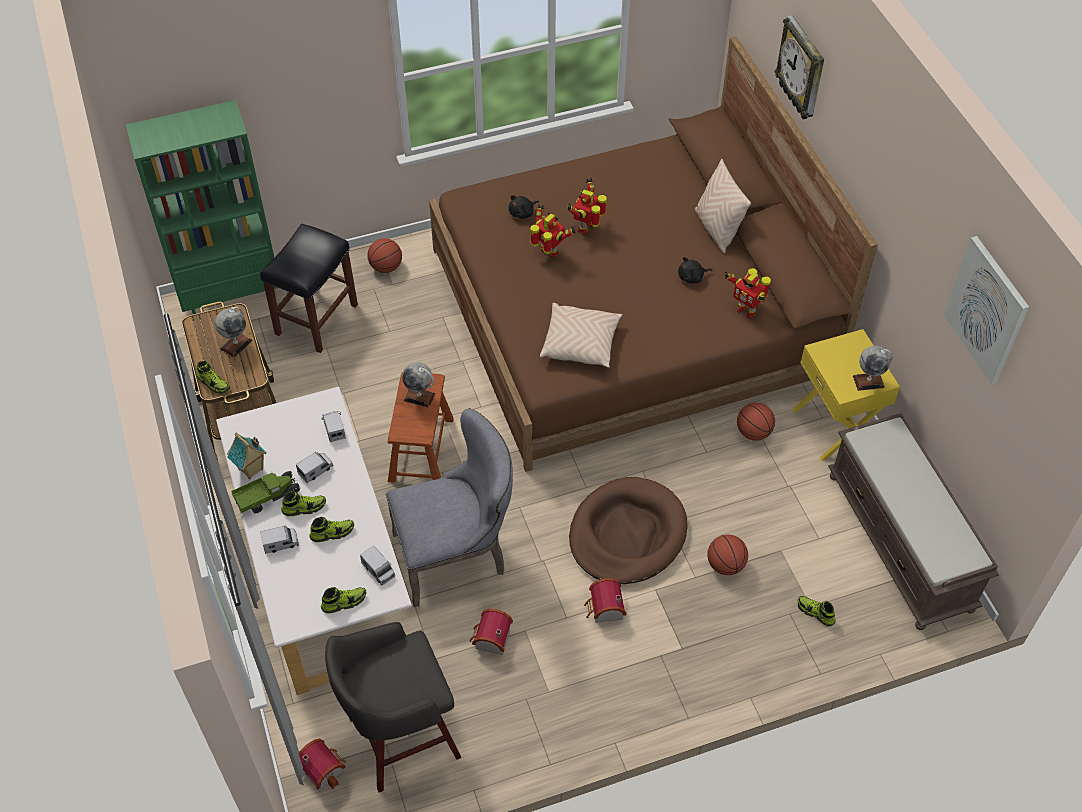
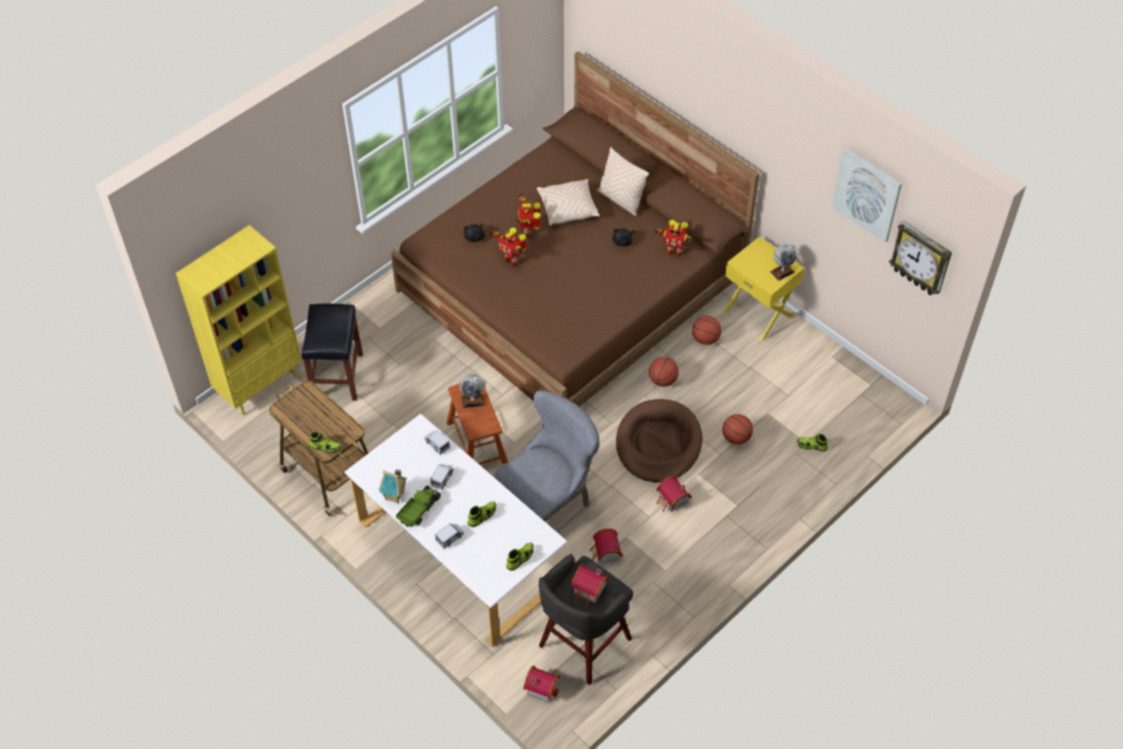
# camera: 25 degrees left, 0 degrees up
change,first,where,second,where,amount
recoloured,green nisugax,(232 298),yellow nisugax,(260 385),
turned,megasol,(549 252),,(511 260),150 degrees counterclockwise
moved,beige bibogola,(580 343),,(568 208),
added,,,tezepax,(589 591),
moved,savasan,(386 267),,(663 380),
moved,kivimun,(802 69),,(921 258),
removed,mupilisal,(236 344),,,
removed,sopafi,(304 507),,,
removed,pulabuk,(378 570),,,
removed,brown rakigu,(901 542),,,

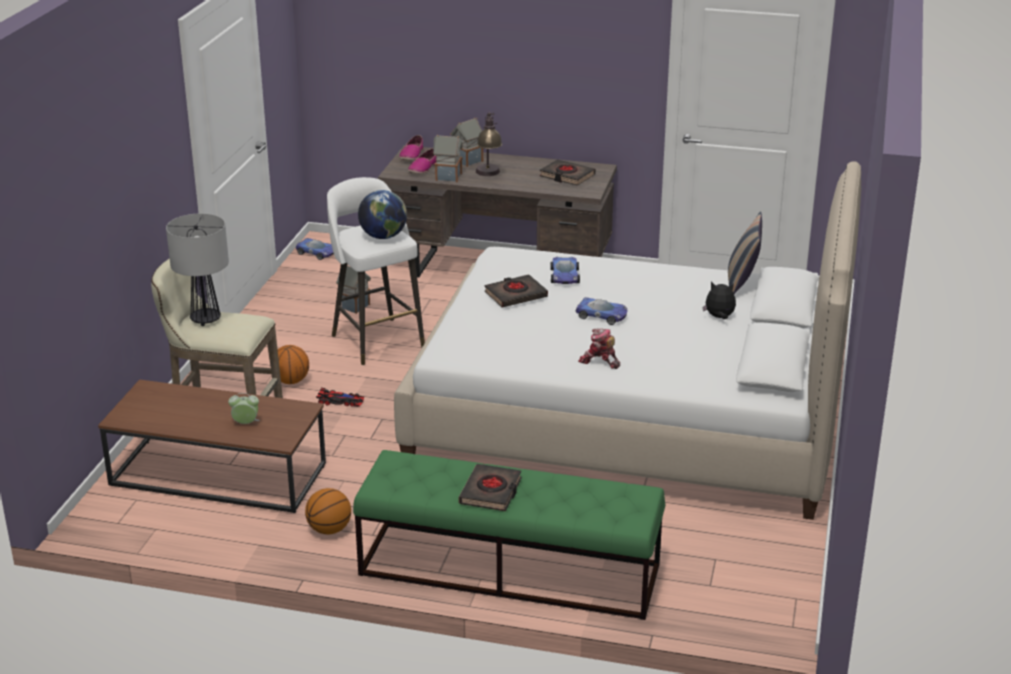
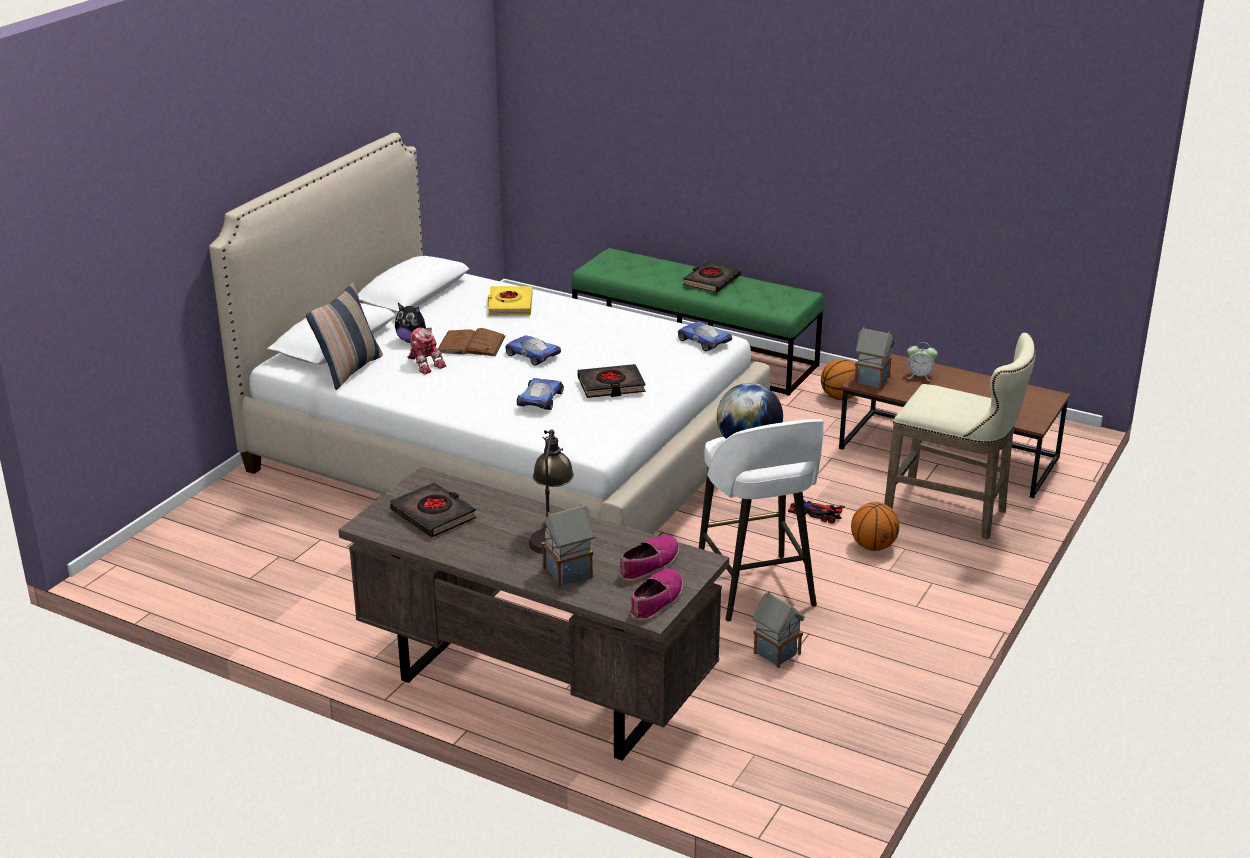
# camera: 165 degrees left, 0 degrees up
change,first,where,second,where,amount
moved,megasol,(599 361),,(425 364),
added,,,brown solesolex,(471 344),
added,,,yellow solesolex,(510 305),
moved,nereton,(317 253),,(703 340),
moved,tezepax,(448 177),,(873 380),
removed,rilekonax,(206 319),,,

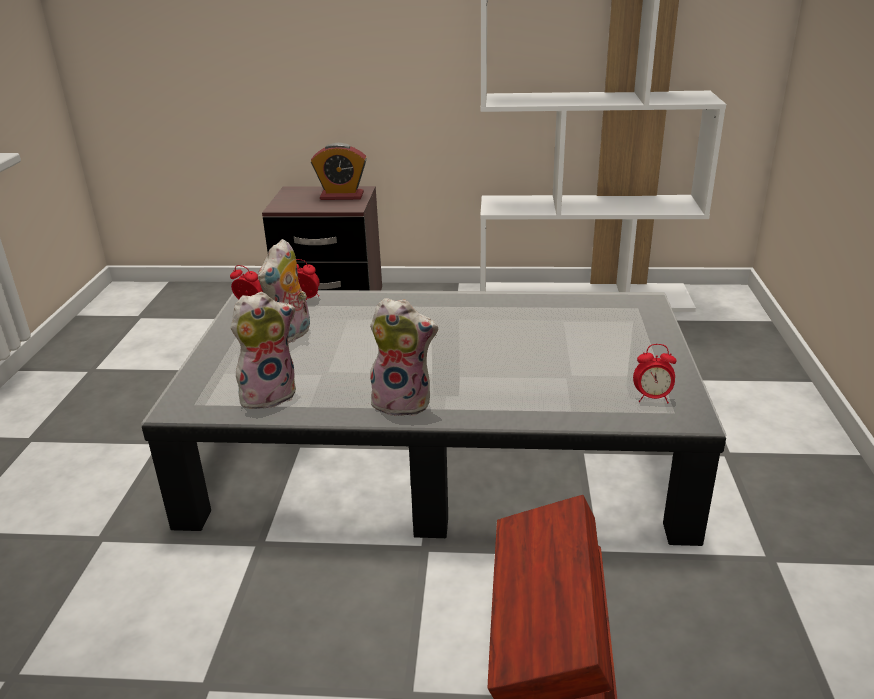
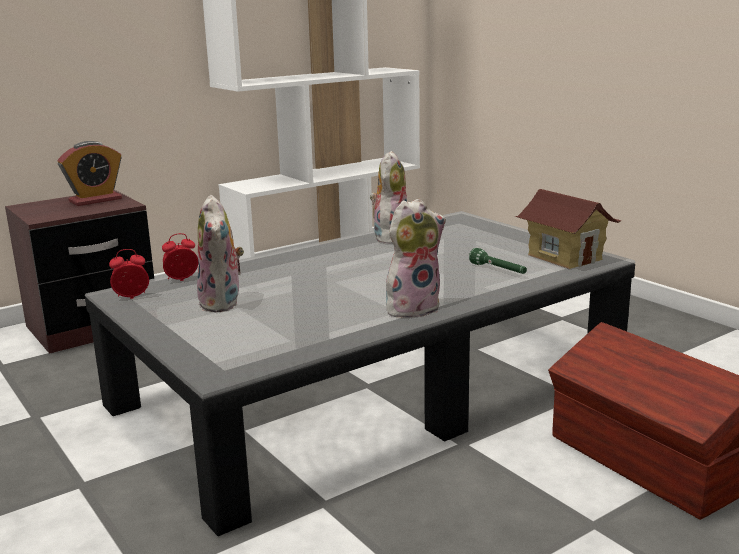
# camera: 40 degrees left, 10 degrees down
change,first,where,second,where,amount
moved,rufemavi,(269 394),,(390 237),
added,,,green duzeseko,(498 270),
replaced,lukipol,(652 398),tezepax,(565 257),

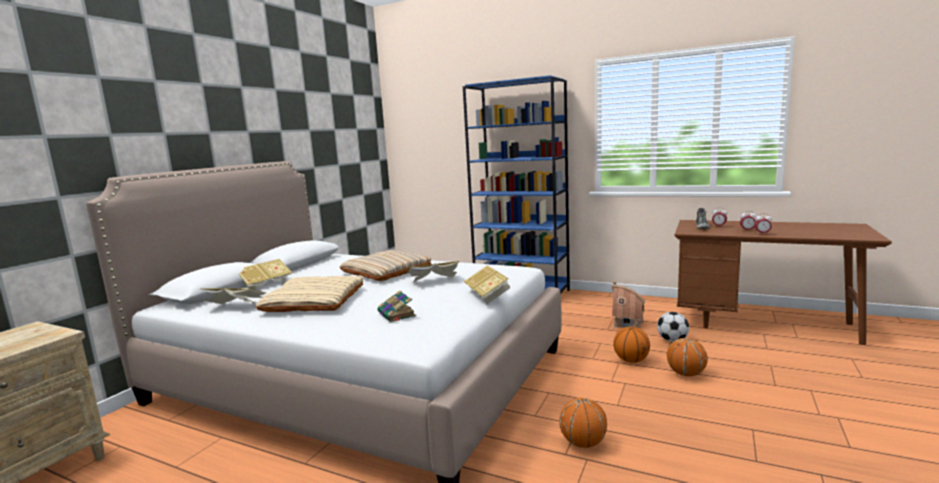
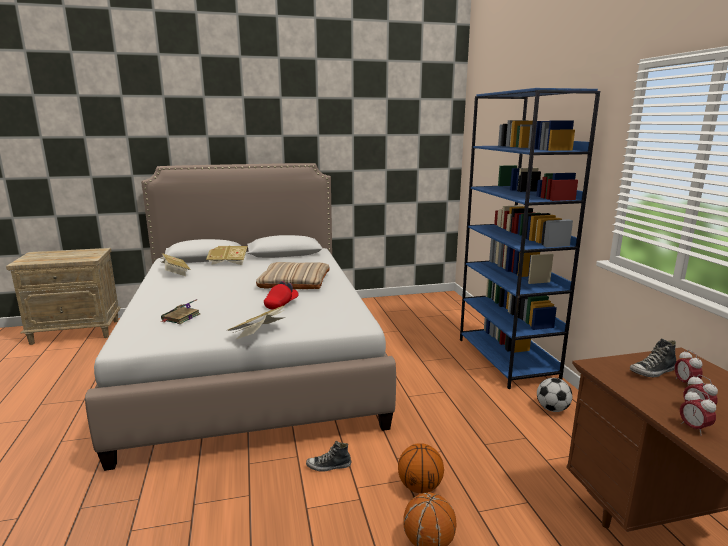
# camera: 50 degrees right, 5 degrees up
change,first,where,second,where,amount
replaced,solesolex,(434 282),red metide,(281 304),
added,,,sopafi,(328 466),
moved,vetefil,(672 340),,(552 409),
removed,beige bibogola,(314 301),,,
removed,savasan,(583 443),,,
removed,tezepax,(627 324),,,

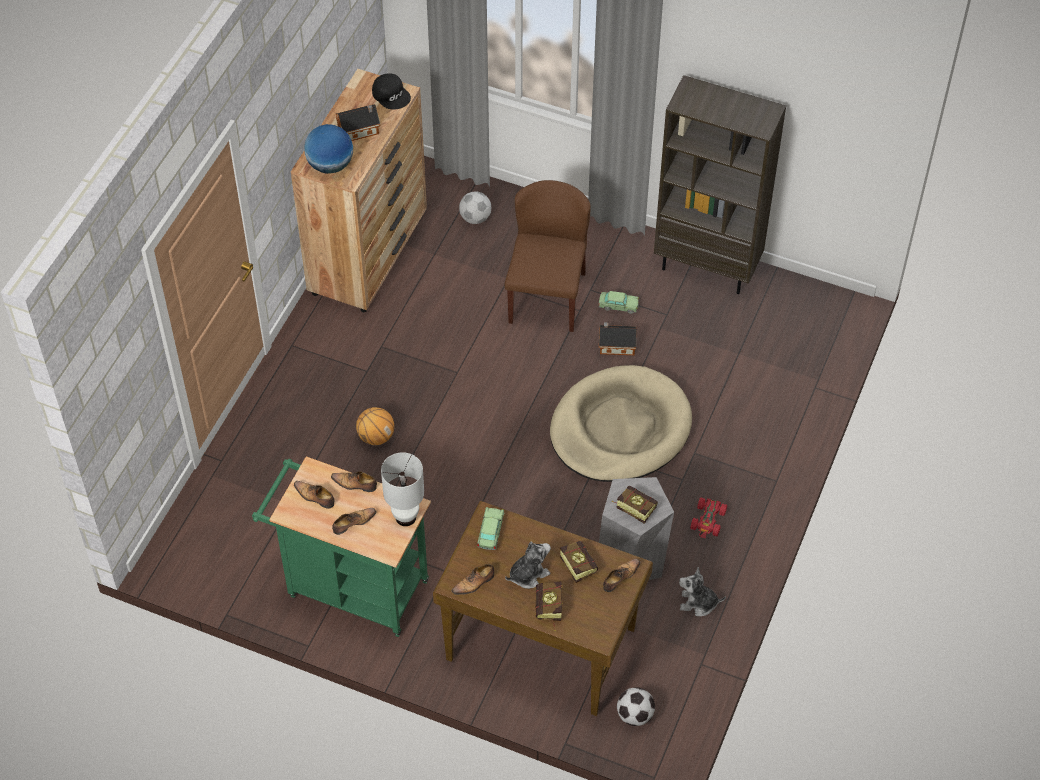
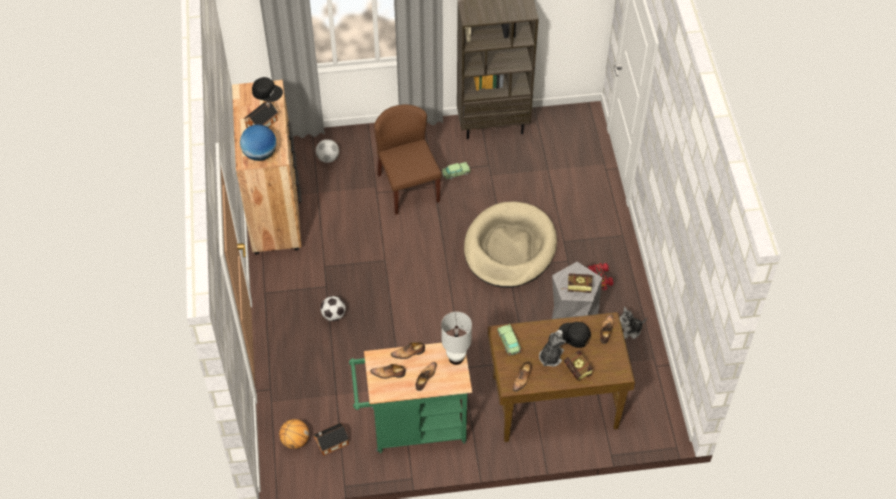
# camera: 30 degrees left, 0 degrees up
change,first,where,second,where,amount
moved,savasan,(376 437),,(295 441),
moved,tezepax,(615 345),,(330 443),
moved,vetefil,(634 715),,(333 315),
replaced,solesolex,(576 563),black metide,(574 335),

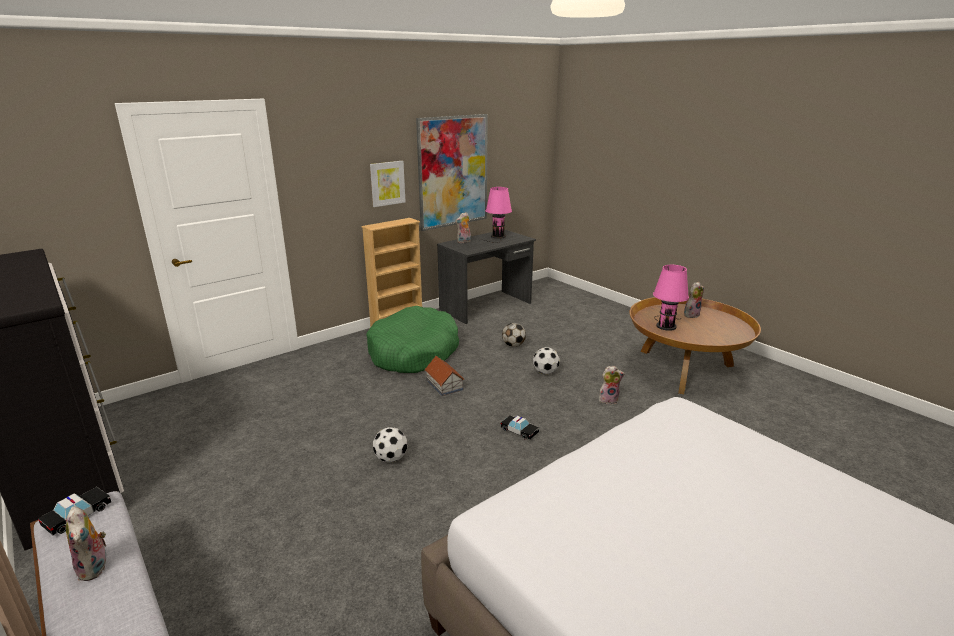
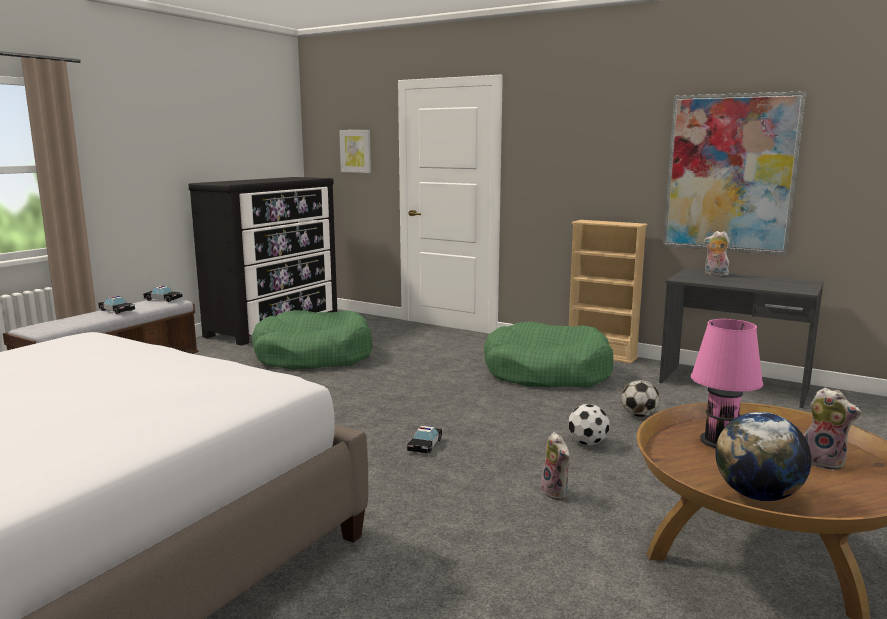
# camera: 70 degrees right, 10 degrees down
change,first,where,second,where,amount
replaced,rufemavi,(95 567),nereton,(117 310),
added,,,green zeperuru,(313 356),
moved,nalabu,(387 183),,(356 151),
added,,,mupilisal,(757 495),
removed,vetefil,(391 458),,,
removed,tezepax,(444 385),,,
removed,pink rilekonax,(497 237),,,

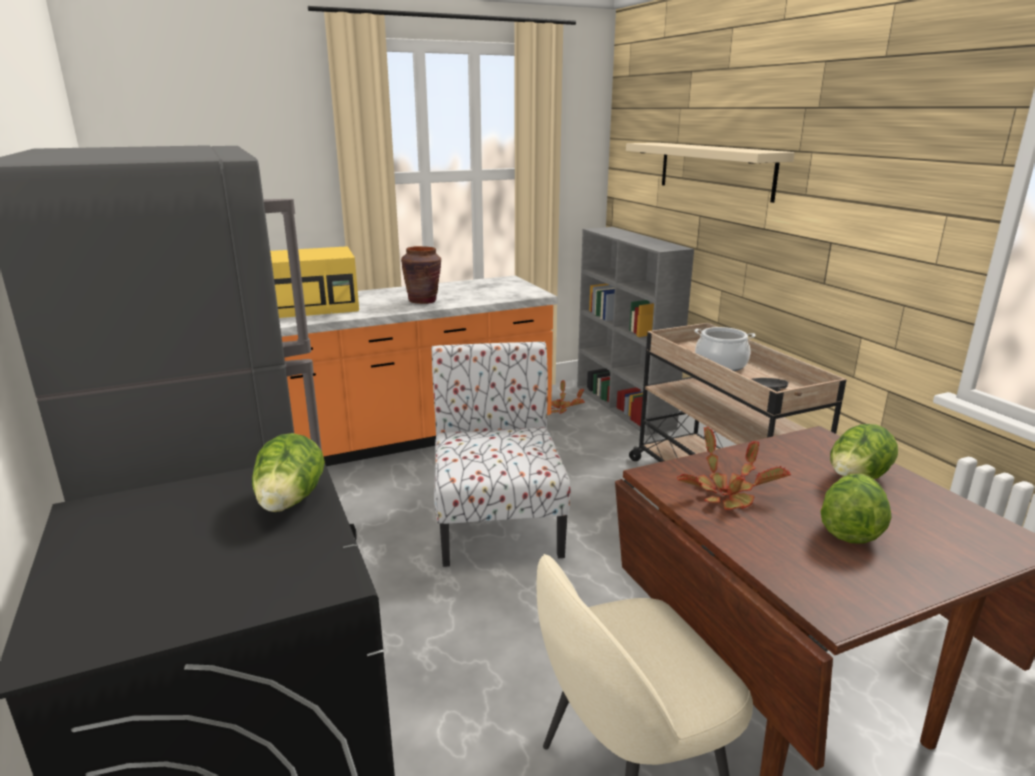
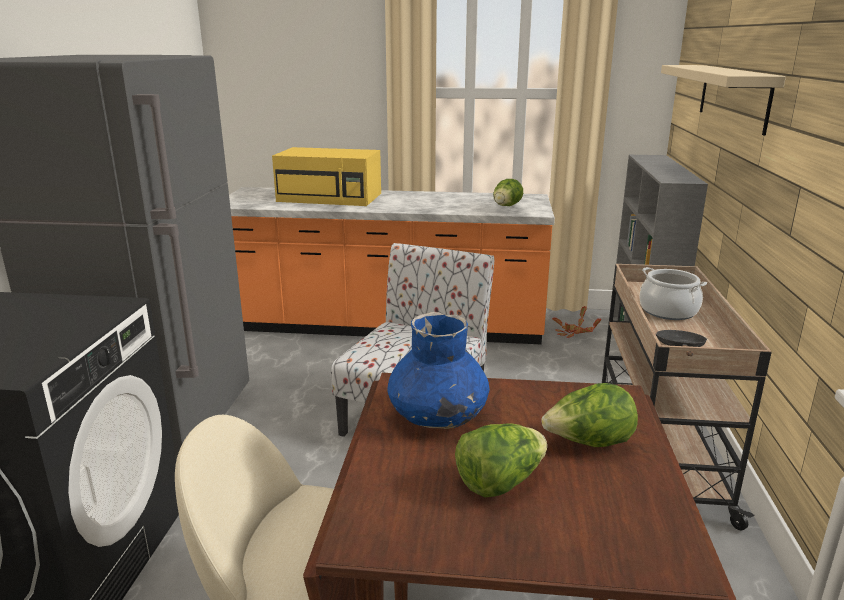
# camera: 30 degrees right, 0 degrees up
change,first,where,second,where,amount
replaced,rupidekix,(727 493),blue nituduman,(437 415),
moved,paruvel,(290 502),,(506 206),
removed,brown nituduman,(423 301),,,

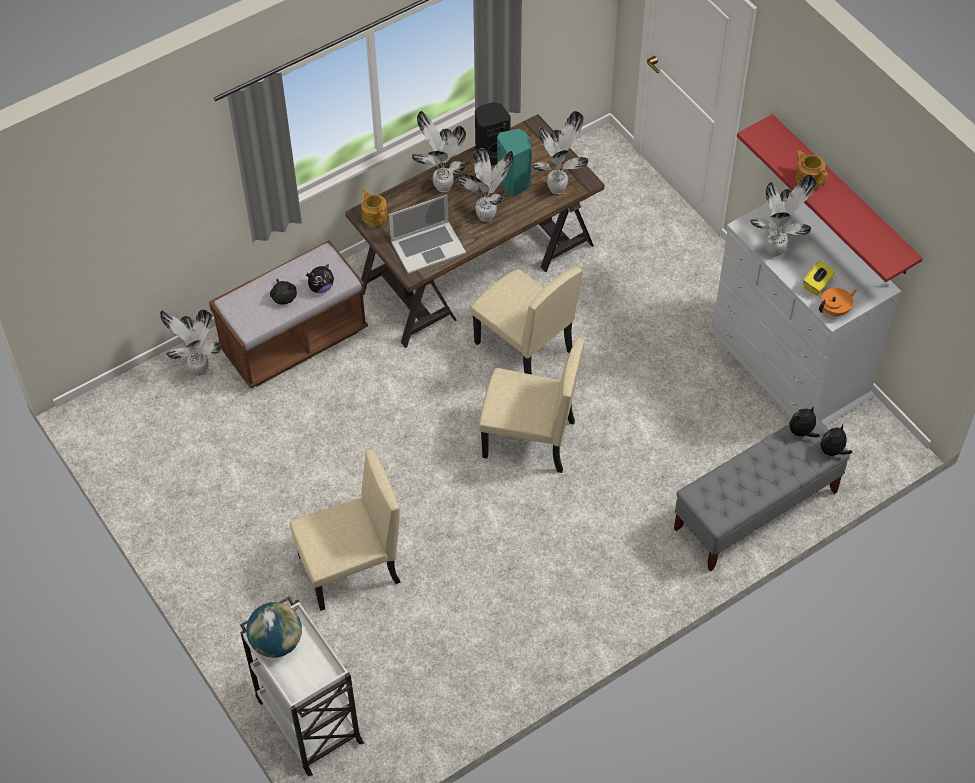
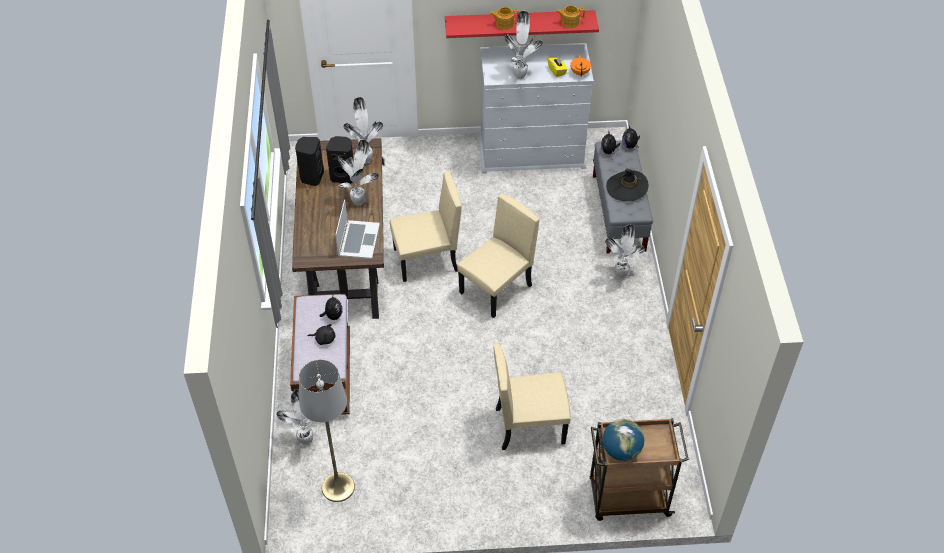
# camera: 60 degrees left, 5 degrees down
change,first,where,second,where,amount
added,,,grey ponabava,(338 487),
recoloured,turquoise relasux,(515 182),black relasux,(343 176),
turned,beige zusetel,(349 570),,(529 425),105 degrees counterclockwise
moved,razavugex,(374 215),,(569 22),
recoloured,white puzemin,(307 718),brown puzemin,(627 498),
moved,rupidekix,(442 186),,(619 275),
added,,,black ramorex,(626 187),

